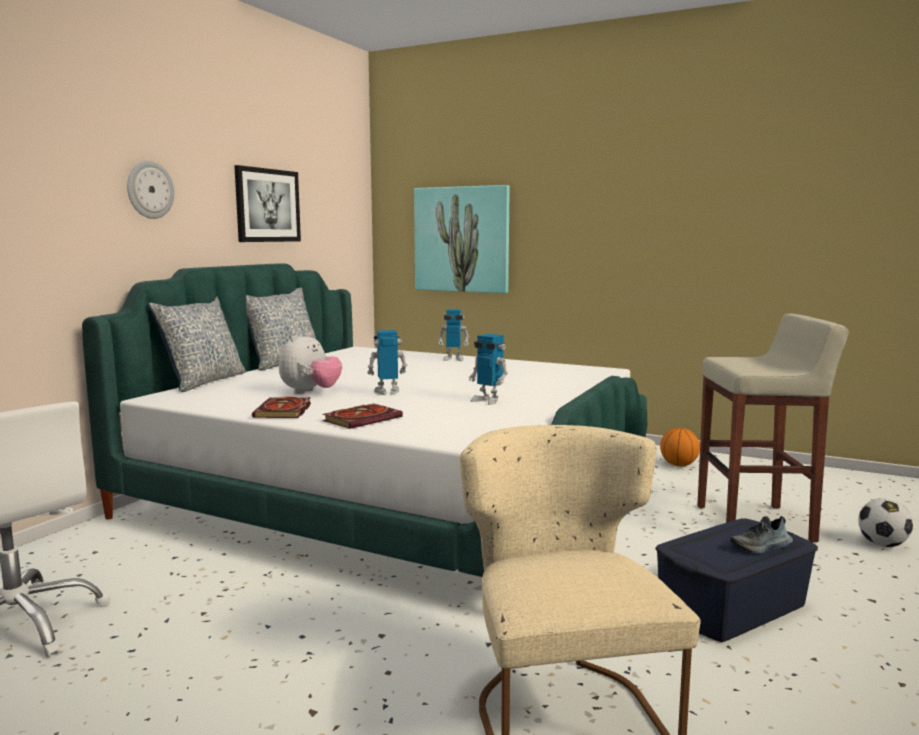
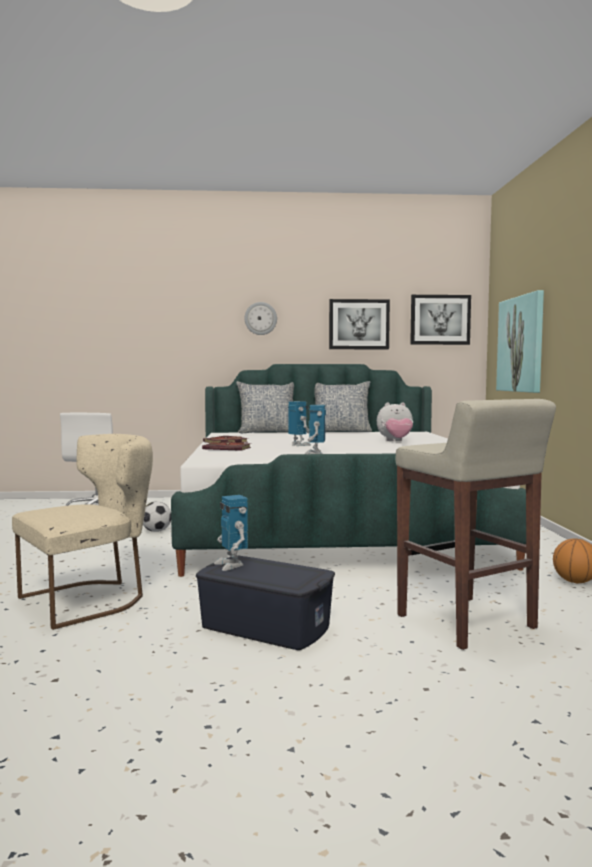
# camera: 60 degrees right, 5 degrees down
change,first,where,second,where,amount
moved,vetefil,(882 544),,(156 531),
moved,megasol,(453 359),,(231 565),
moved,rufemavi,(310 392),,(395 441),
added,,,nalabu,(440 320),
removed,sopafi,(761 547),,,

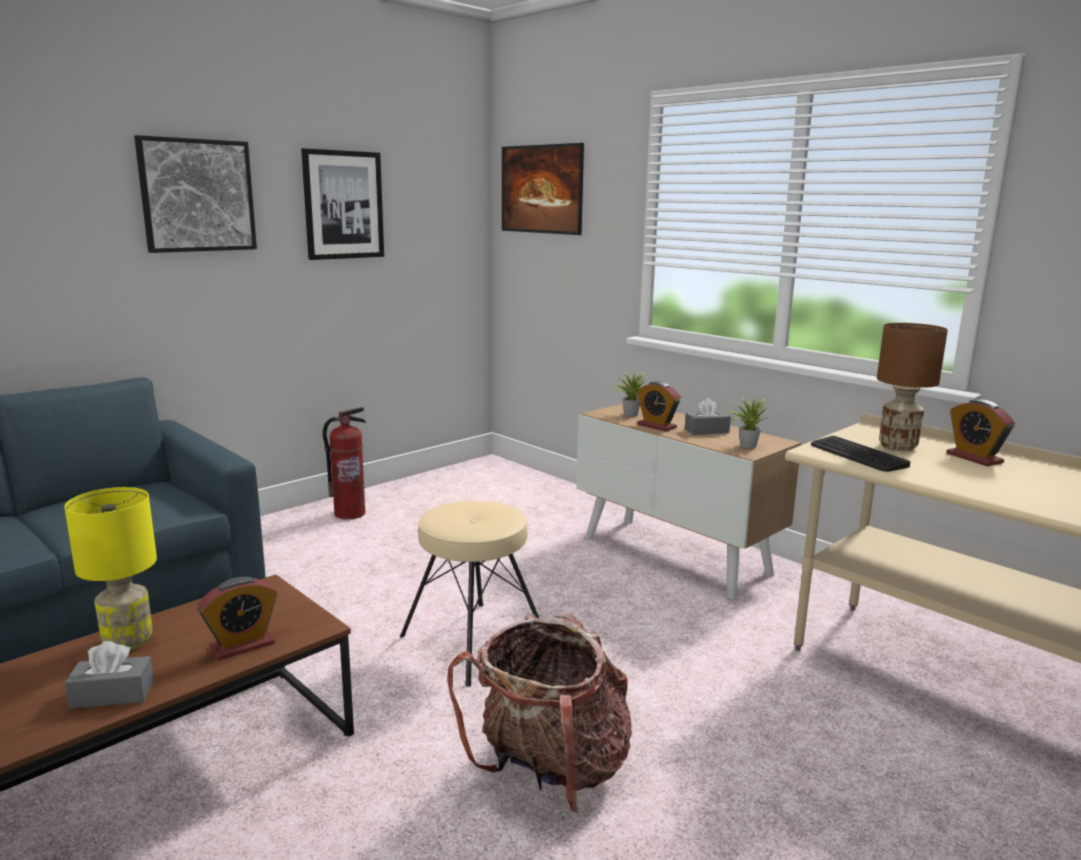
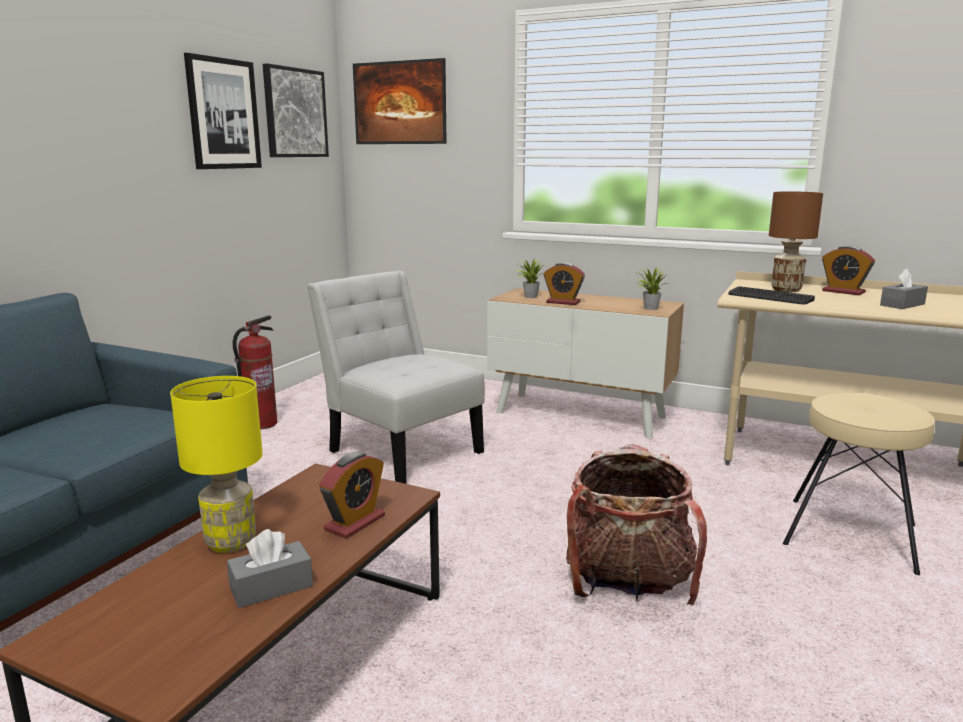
# camera: 20 degrees left, 0 degrees up
change,first,where,second,where,amount
moved,nalabu,(197 195),,(295 113),
added,,,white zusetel,(401 449),
moved,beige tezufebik,(473 642),,(850 535),
moved,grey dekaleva,(706 431),,(902 305),

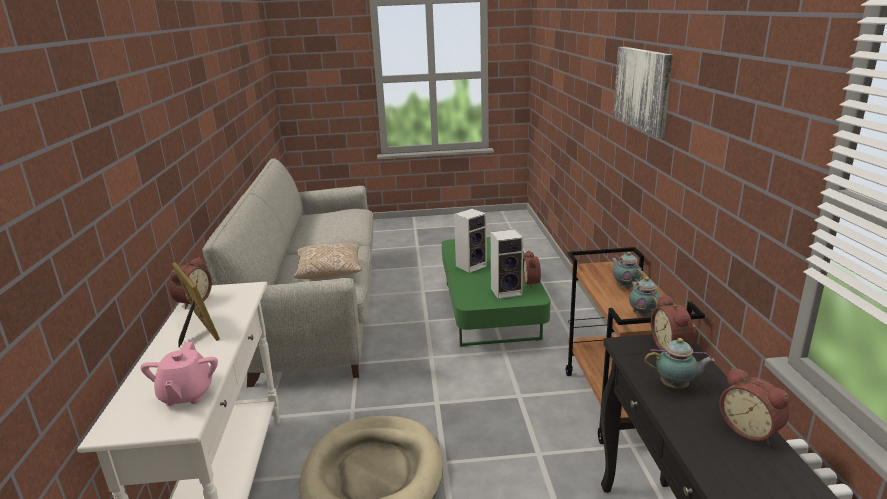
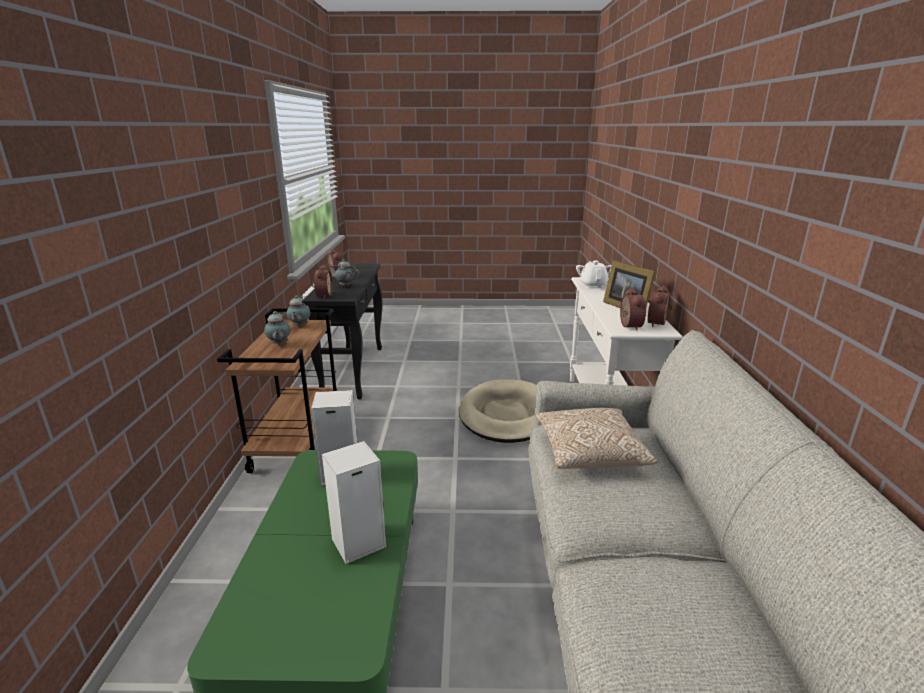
# camera: 175 degrees left, 0 degrees up
change,first,where,second,where,amount
recoloured,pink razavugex,(186 395),white razavugex,(593 285),
moved,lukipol,(532 282),,(628 326),
removed,nalabu,(643 88),,,

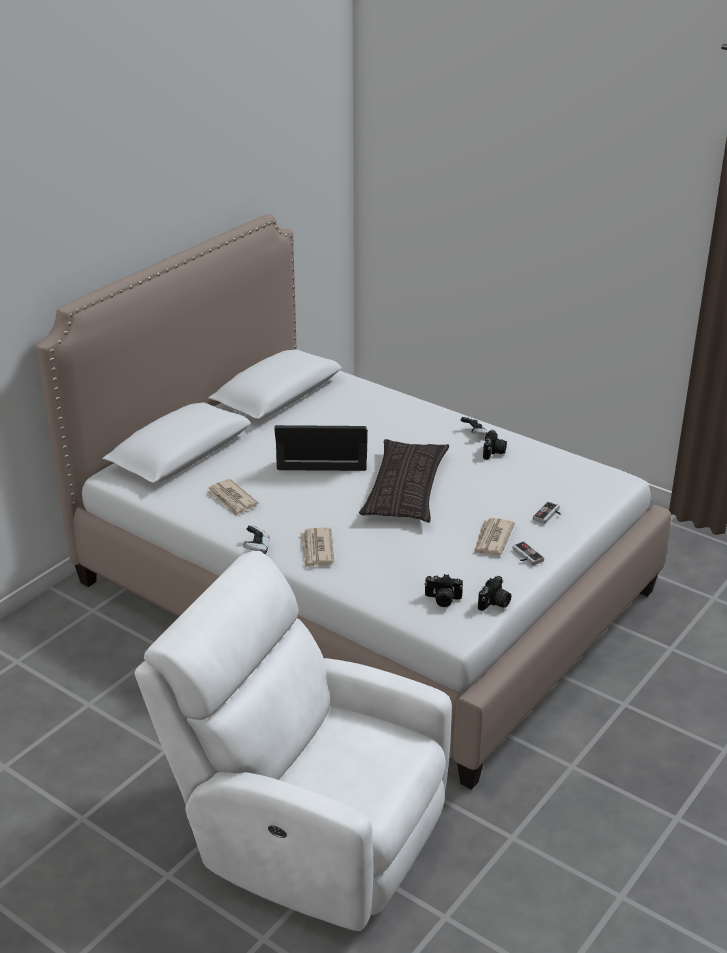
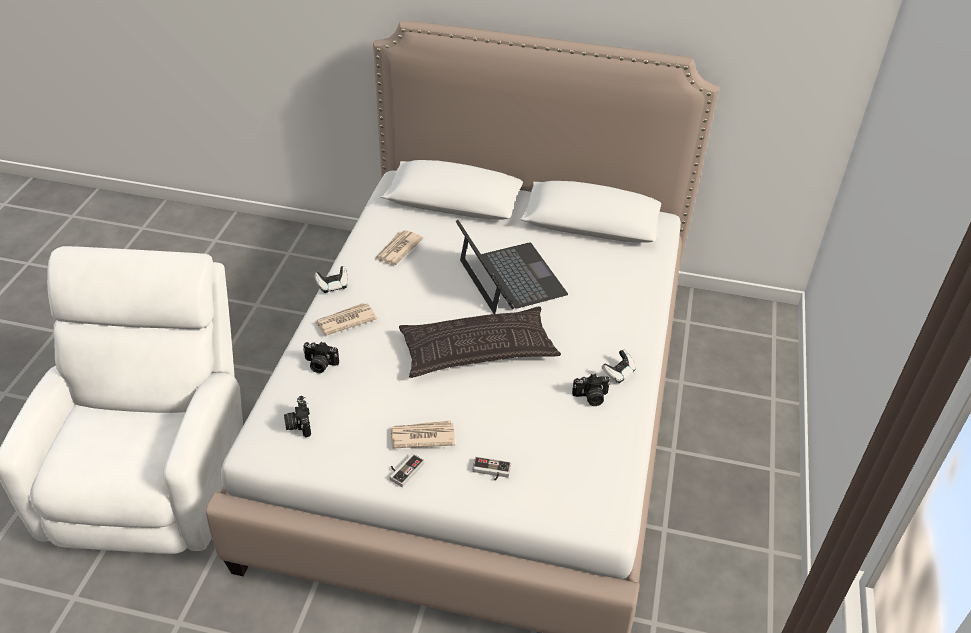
# camera: 65 degrees right, 10 degrees up
change,first,where,second,where,amount
moved,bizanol,(494 603),,(320 365),

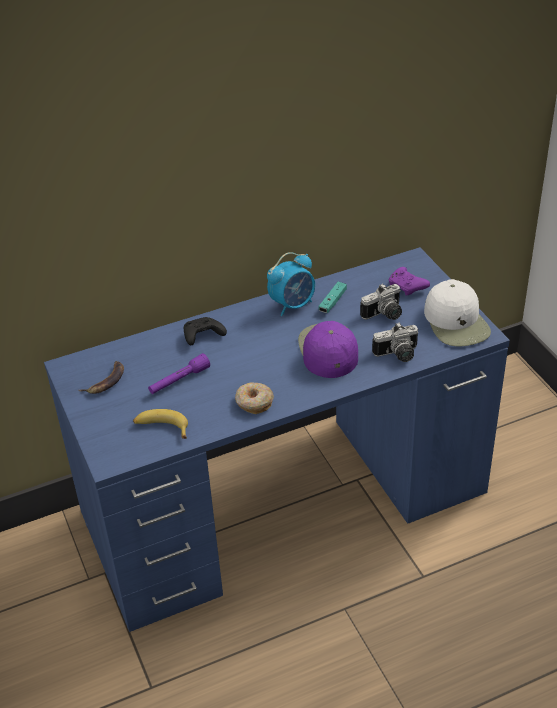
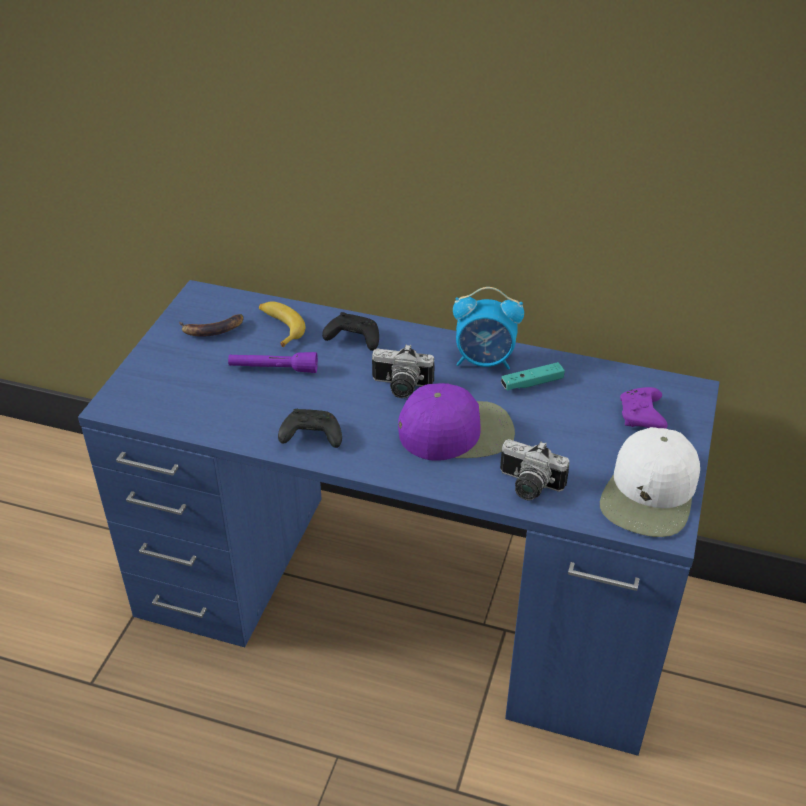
# camera: 40 degrees right, 0 degrees up
change,first,where,second,where,amount
moved,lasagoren,(161 427),,(280 327),
replaced,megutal,(254 403),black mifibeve,(310 437),
moved,bizanol,(385 315),,(400 388),
turned,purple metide,(327 350),,(457 431),45 degrees clockwise

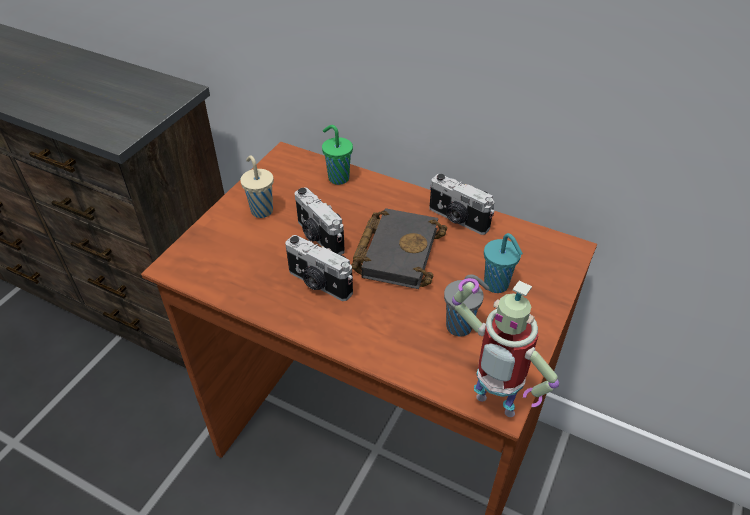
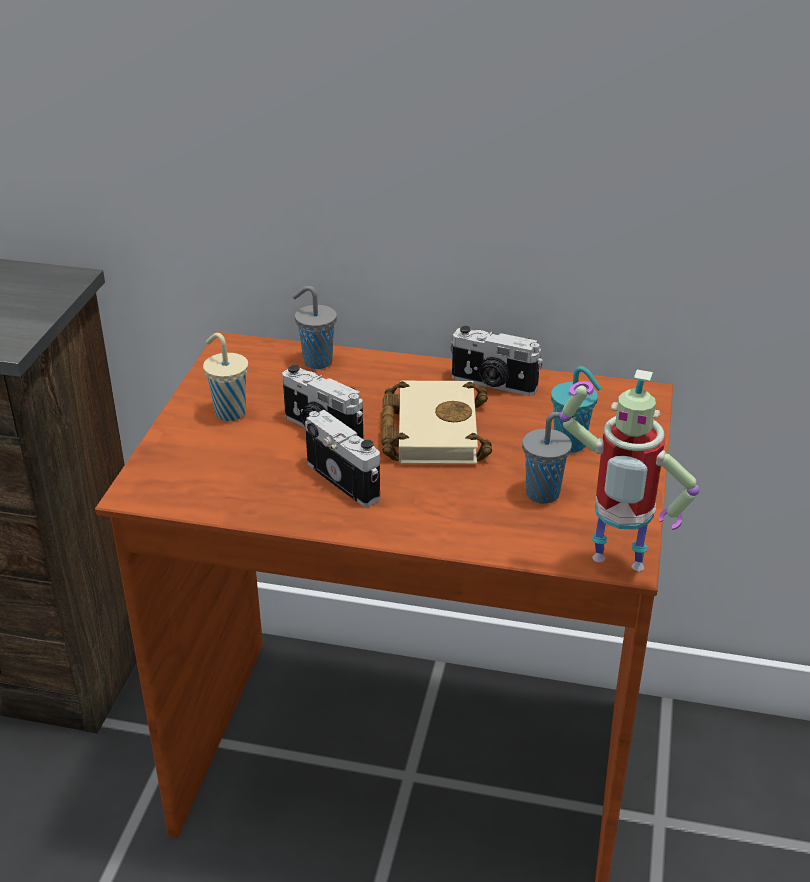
# camera: 15 degrees left, 10 degrees down
change,first,where,second,where,amount
recoloured,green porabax,(337 178),grey porabax,(316 361),
turned,bizanol,(319 284),,(345 479),150 degrees counterclockwise
recoloured,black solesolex,(396 251),beige solesolex,(430 429),

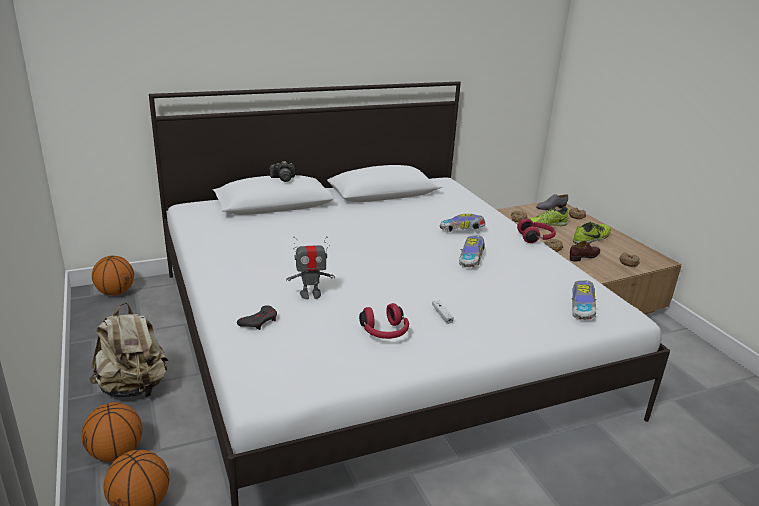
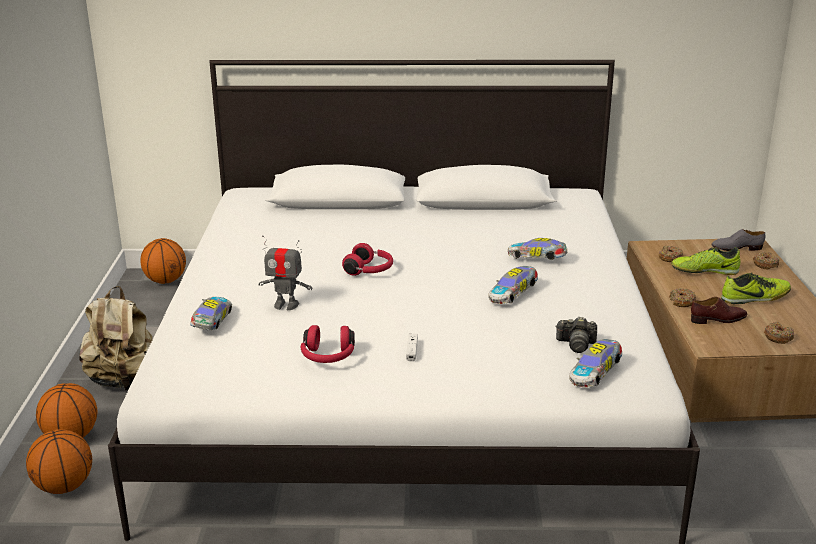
# camera: 25 degrees right, 0 degrees up
change,first,where,second,where,amount
replaced,grey mifibeve,(259 321),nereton,(212 323),
moved,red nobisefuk,(536 238),,(369 270),
moved,bizanol,(283 178),,(576 344),

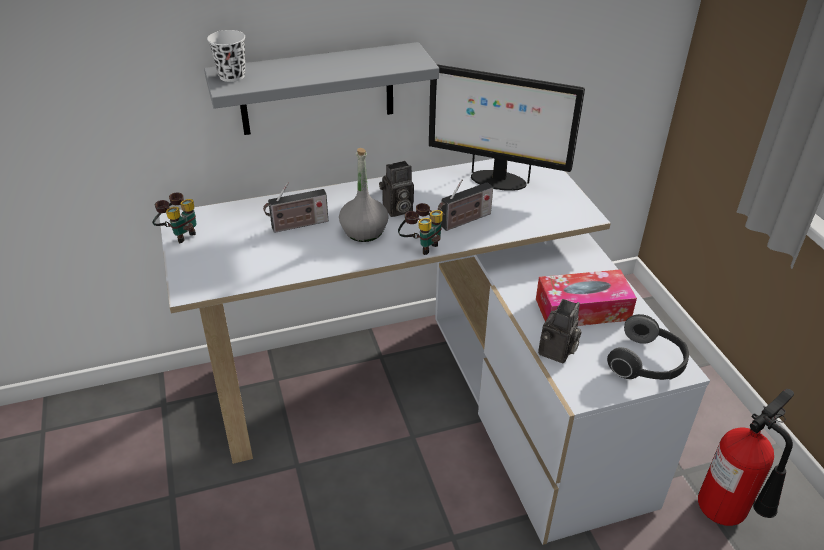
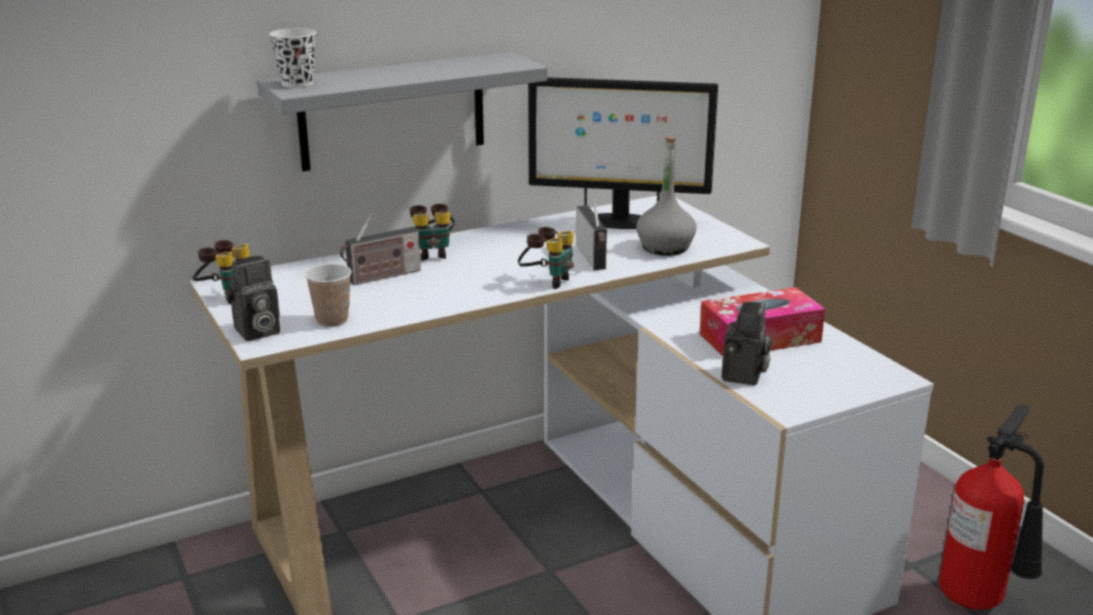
# camera: 10 degrees left, 15 degrees down
change,first,where,second,where,amount
moved,bizanol,(397 210),,(256 332),
added,,,porabax,(332 320),
added,,,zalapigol,(431 254),
turned,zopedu,(464 221),,(592 258),60 degrees counterclockwise
moved,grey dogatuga,(364 231),,(665 247),
removed,nobisefuk,(647 364),,,

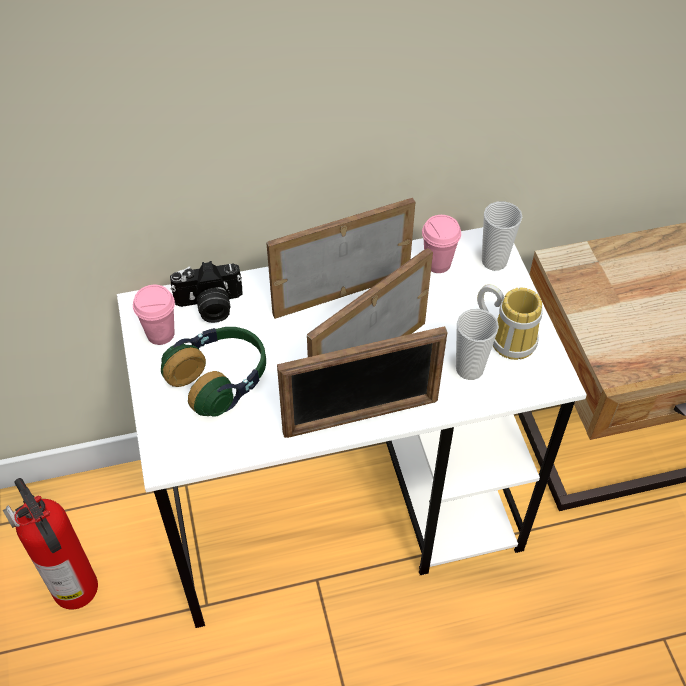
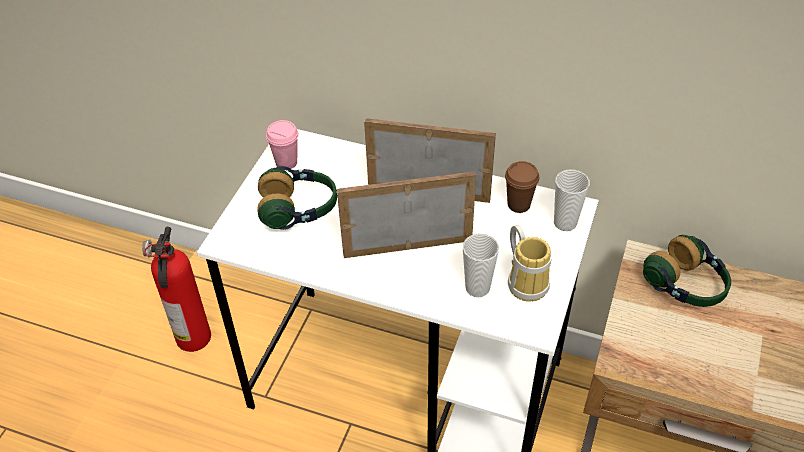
# camera: 35 degrees right, 5 degrees down
change,first,where,second,where,amount
recoloured,pink porabax,(437 263),brown porabax,(518 204),
added,,,nobisefuk,(686 285),
removed,bizanol,(210 306),,,
removed,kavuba,(361 417),,,

